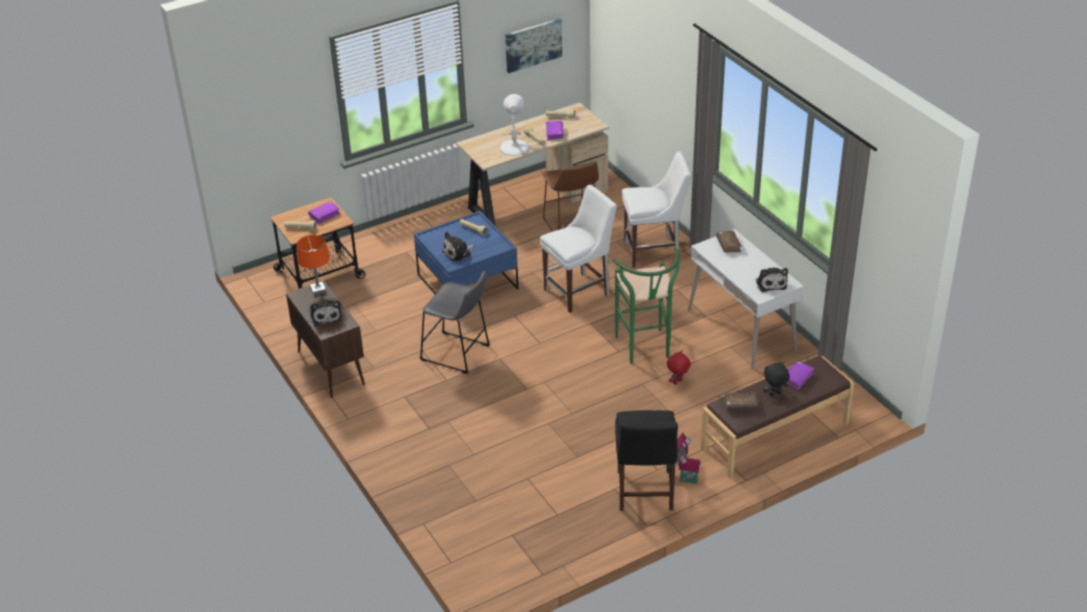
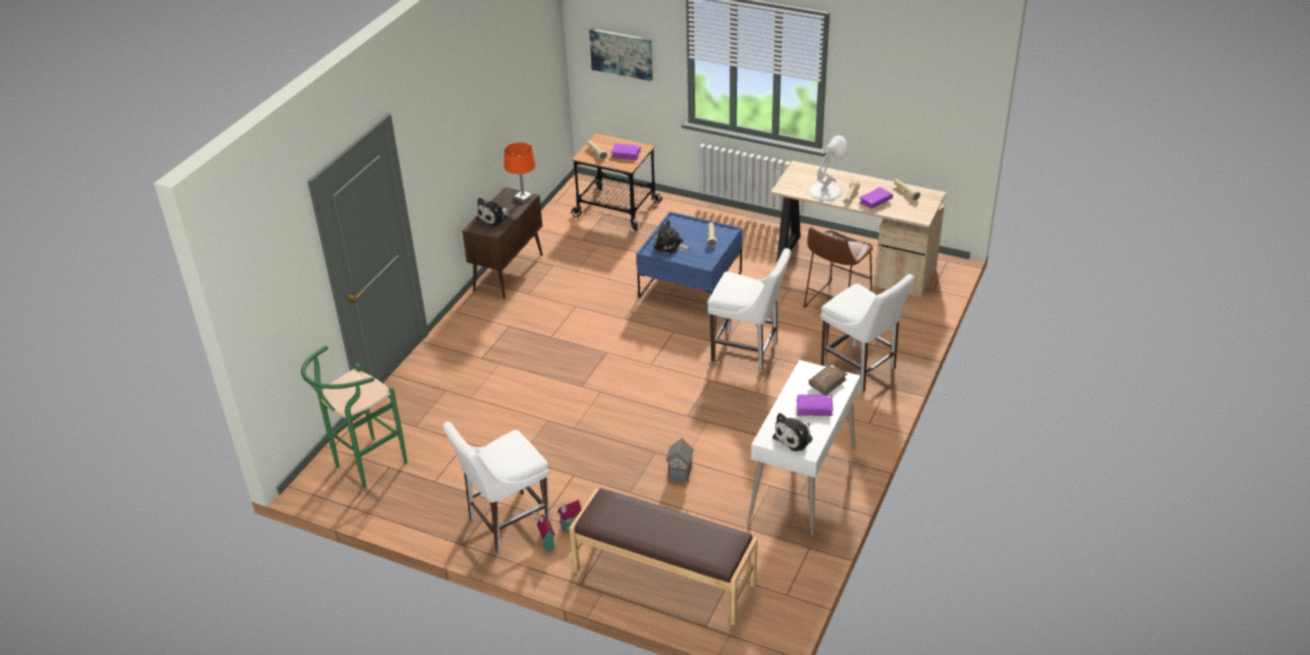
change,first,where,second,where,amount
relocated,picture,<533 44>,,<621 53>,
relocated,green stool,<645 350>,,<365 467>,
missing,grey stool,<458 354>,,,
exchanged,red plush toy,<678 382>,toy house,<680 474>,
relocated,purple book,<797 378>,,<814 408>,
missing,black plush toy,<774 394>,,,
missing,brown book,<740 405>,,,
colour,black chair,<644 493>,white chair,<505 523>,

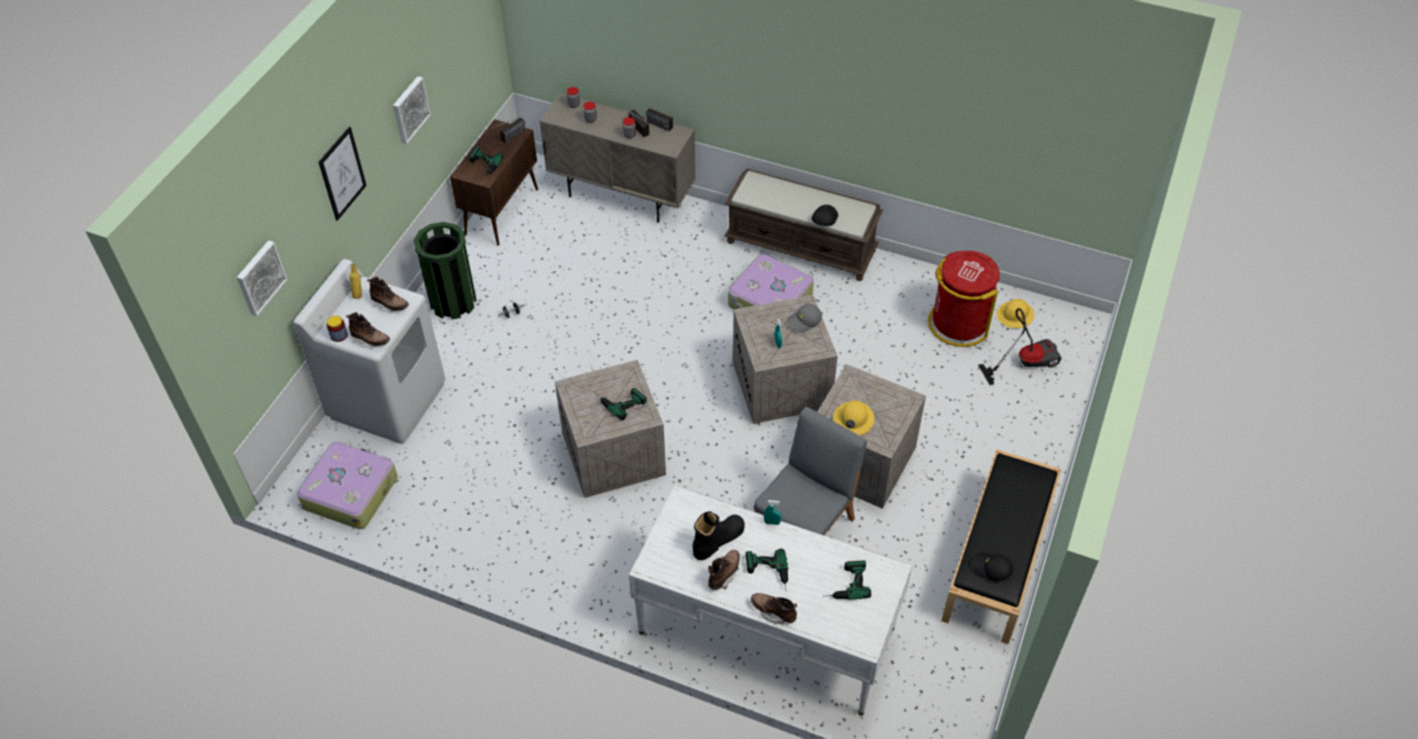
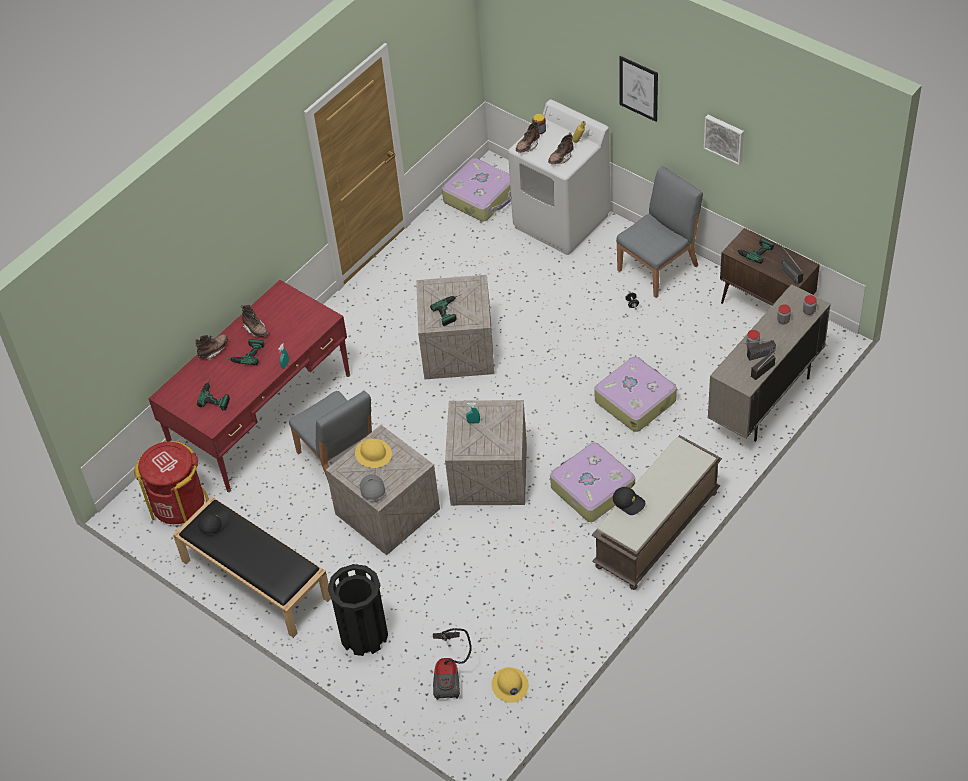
change,first,where,second,where,amount
exchanged,green trash can,<453 302>,grey chair,<659 267>,
missing,picture,<259 277>,,,
relocated,red trash can,<958 323>,,<179 505>,
relocated,grey cap,<804 322>,,<372 489>,
colour,white desk,<766 630>,red desk,<261 414>,
missing,black boot,<718 539>,,,
appeared,,,suitcase,<635 400>,
appeared,,,black trash can,<364 635>,

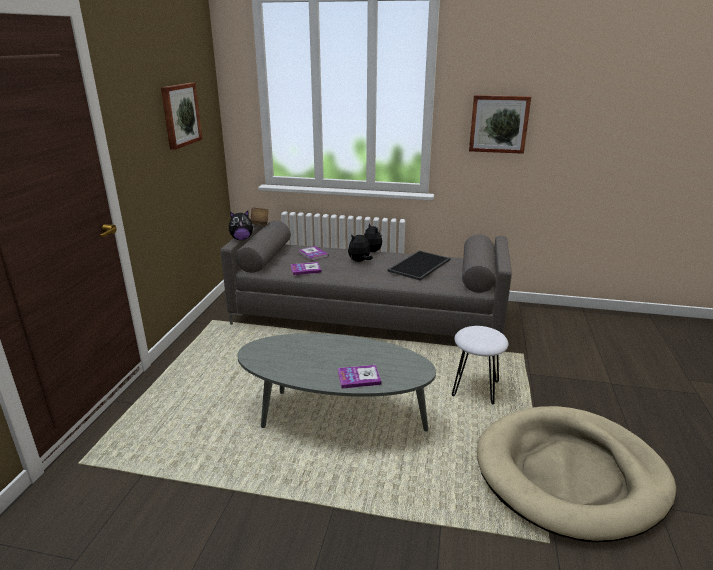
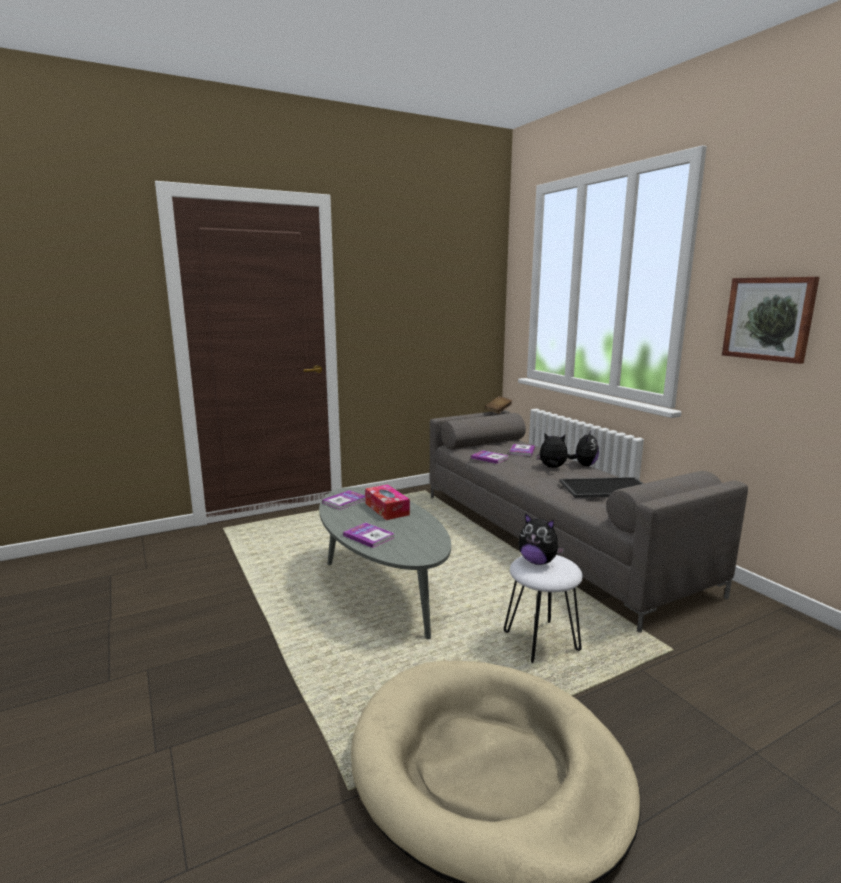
change,first,where,second,where,amount
missing,picture,<180 115>,,,
relocated,plush toy,<241 239>,,<538 561>,
appeared,,,tissue box,<387 509>,
appeared,,,book,<345 501>,

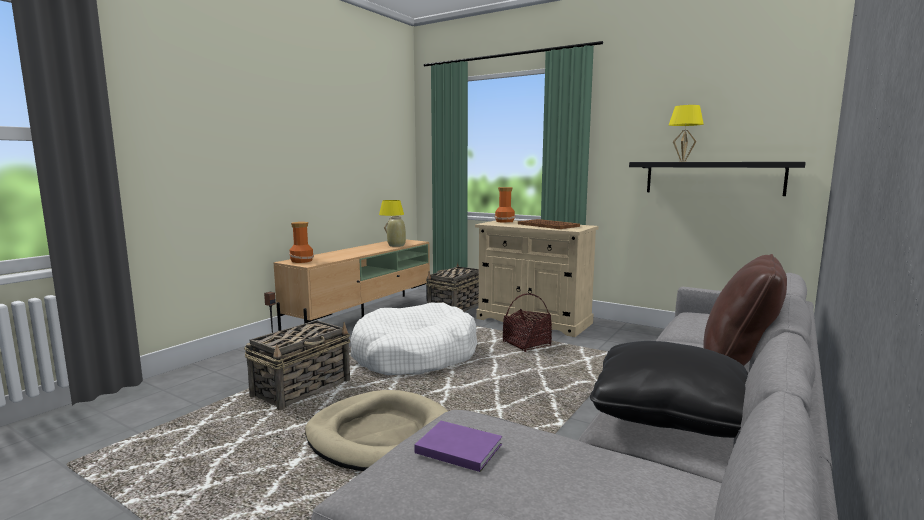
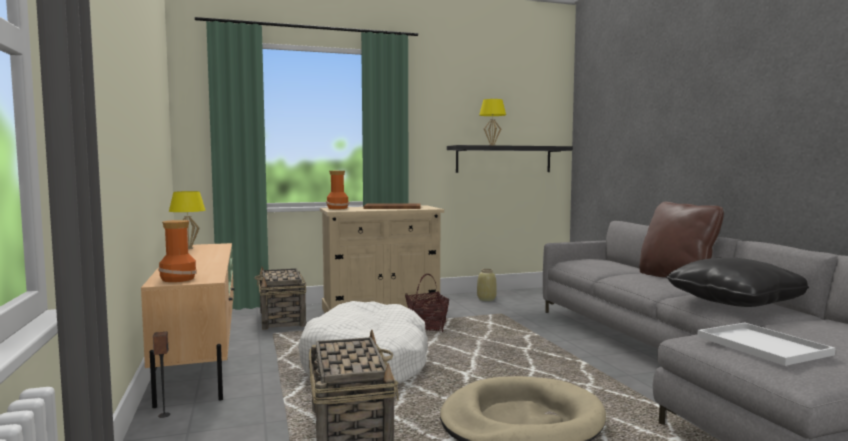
change,first,where,second,where,amount
relocated,beige vase,<396 245>,,<486 299>,
exchanged,purple book,<457 447>,white tray,<759 345>,

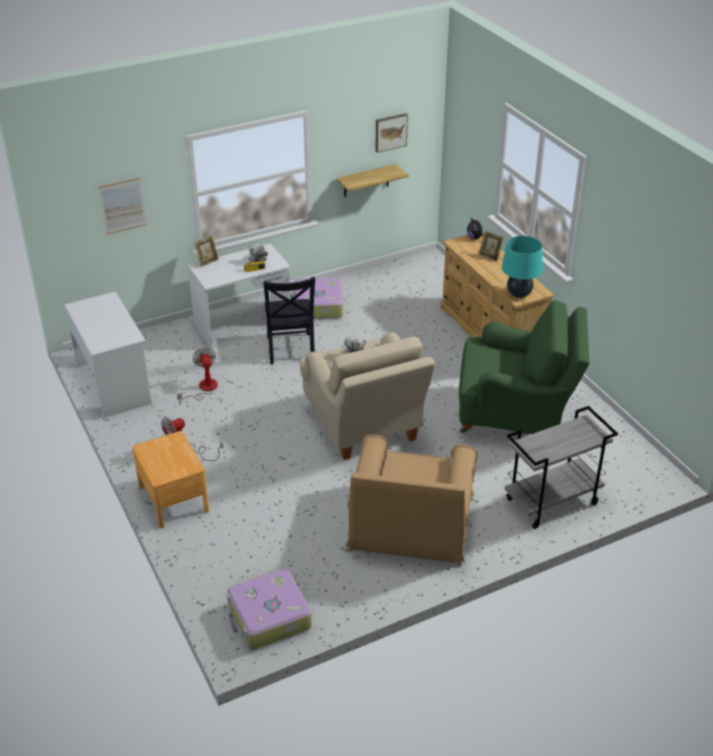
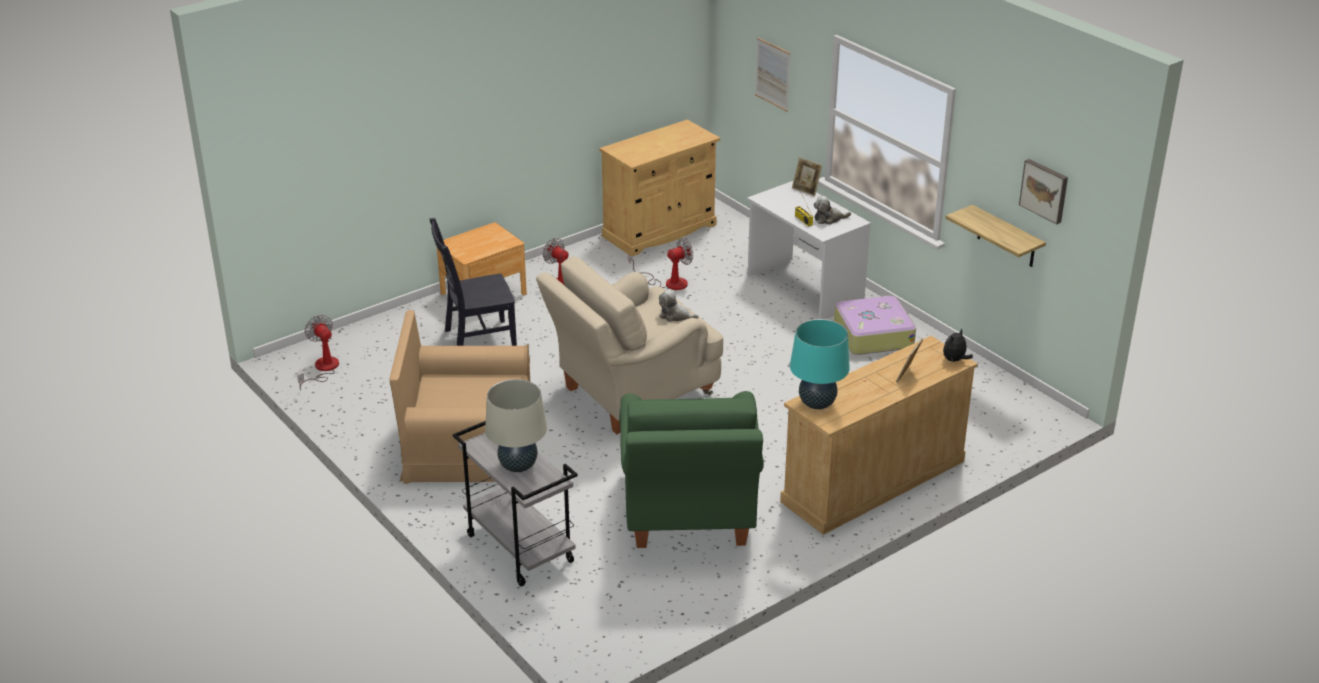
change,first,where,second,where,amount
relocated,black chair,<290 350>,,<476 339>,
exchanged,white desk,<114 384>,beige cabinet,<659 231>,
exchanged,suitcase,<269 617>,fan,<322 369>,
appeared,,,beige table lamp,<518 466>,

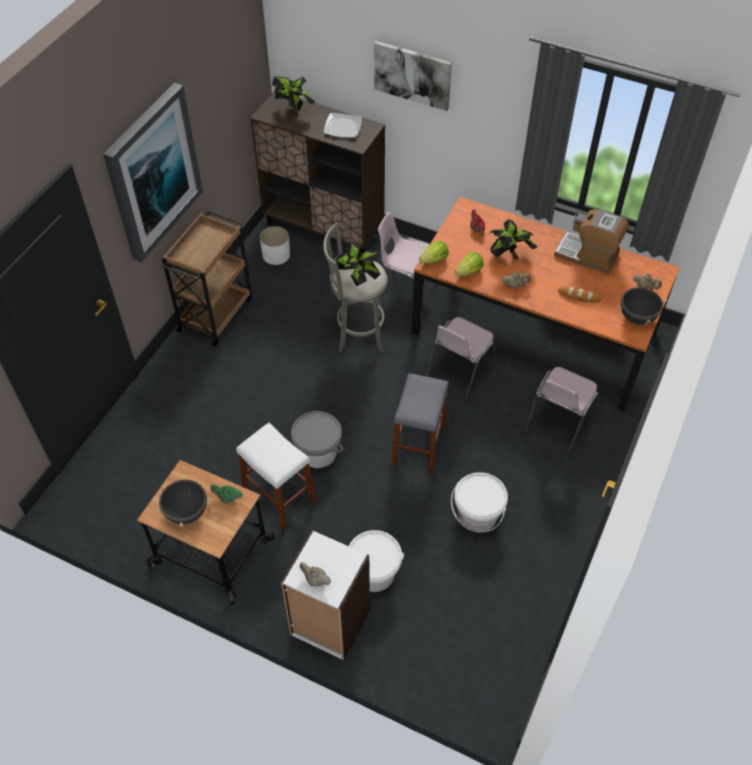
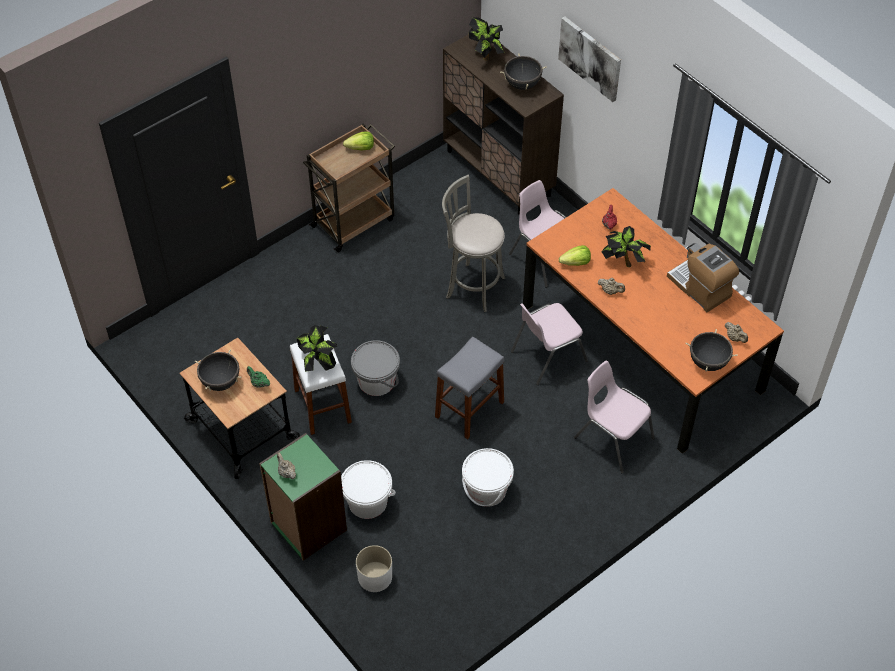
change,first,where,second,where,amount
missing,picture,<153 173>,,,
exchanged,plate,<342 127>,black cooking pot,<522 84>,
relocated,white planter,<276 255>,,<375 577>,
relocated,lettuce,<434 260>,,<360 148>,
relocated,potted plant,<358 279>,,<318 363>,
missing,bread,<579 296>,,,
spun,pink chair,<558 421>,,<612 438>,75 degrees clockwise
colour,white bookcase,<329 623>,green bookcase,<307 526>,

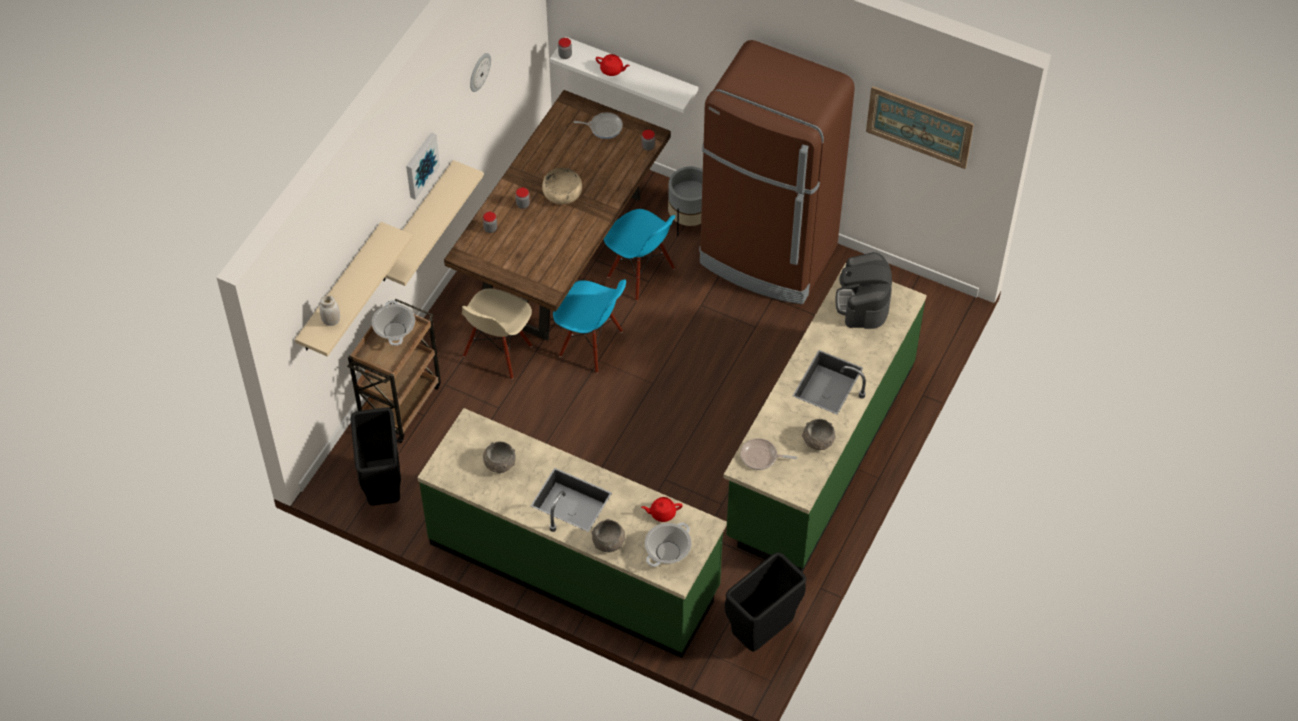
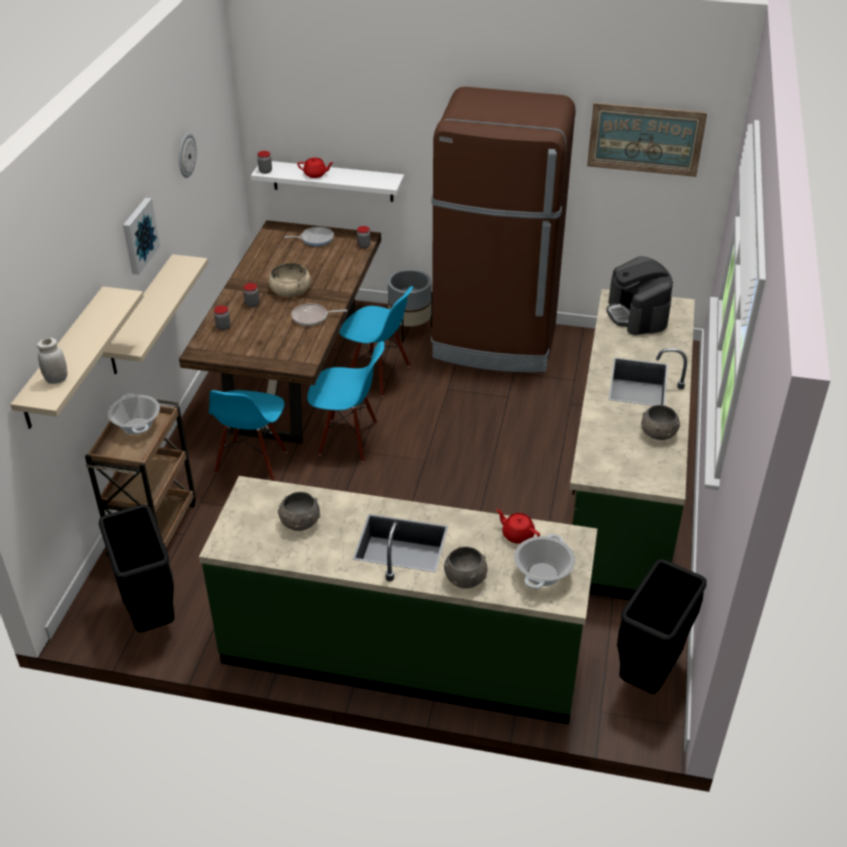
change,first,where,second,where,amount
colour,beige chair,<498 352>,blue chair,<252 463>,
relocated,frying pan,<761 457>,,<312 317>,
spun,red teapot,<662 513>,,<517 534>,60 degrees clockwise

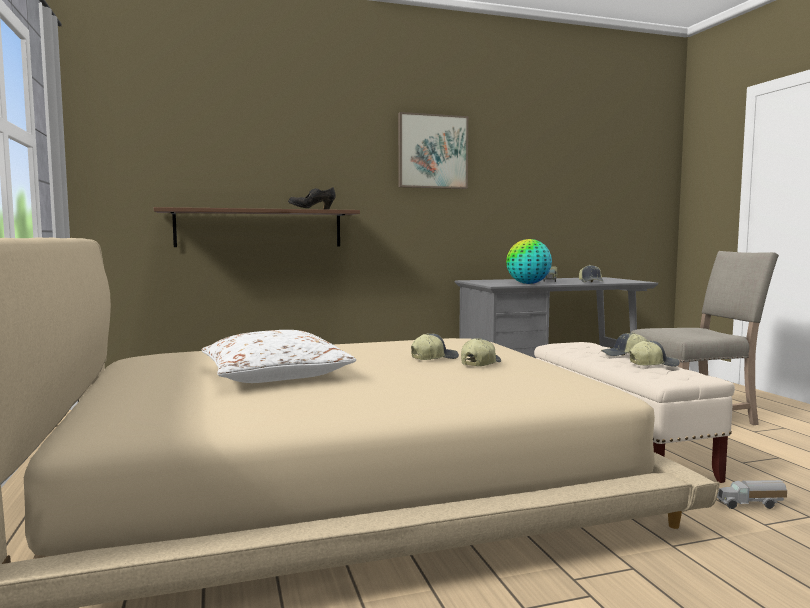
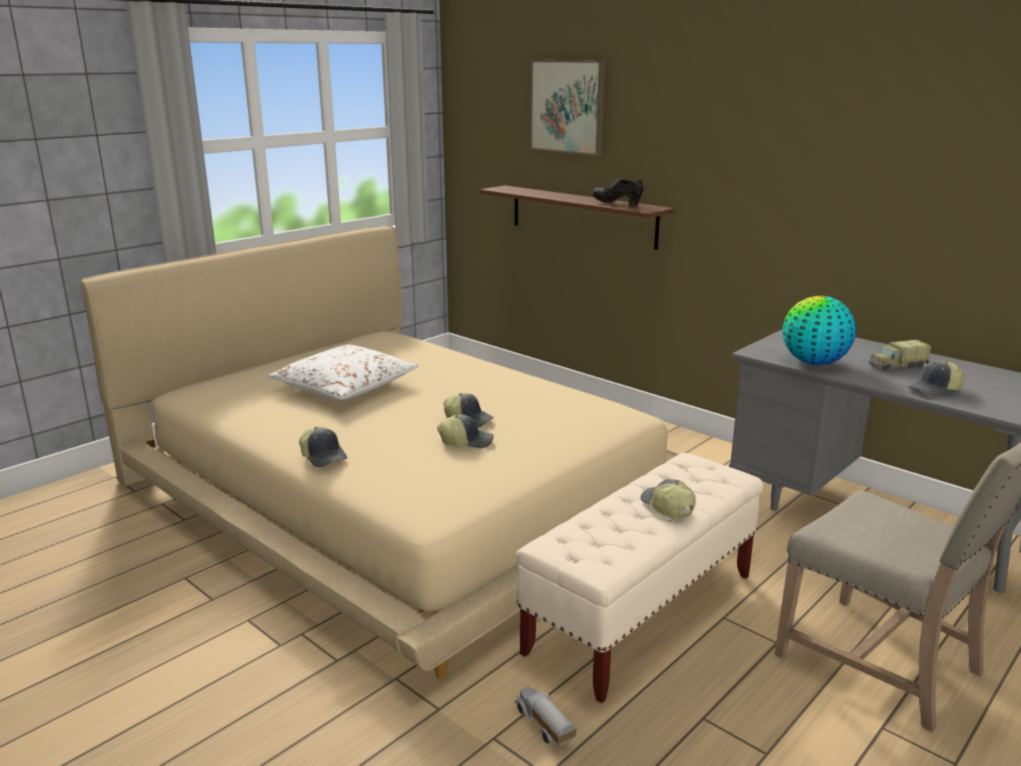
change,first,where,second,where,amount
relocated,picture,<432 151>,,<567 107>,
relocated,cap,<653 364>,,<324 456>,

